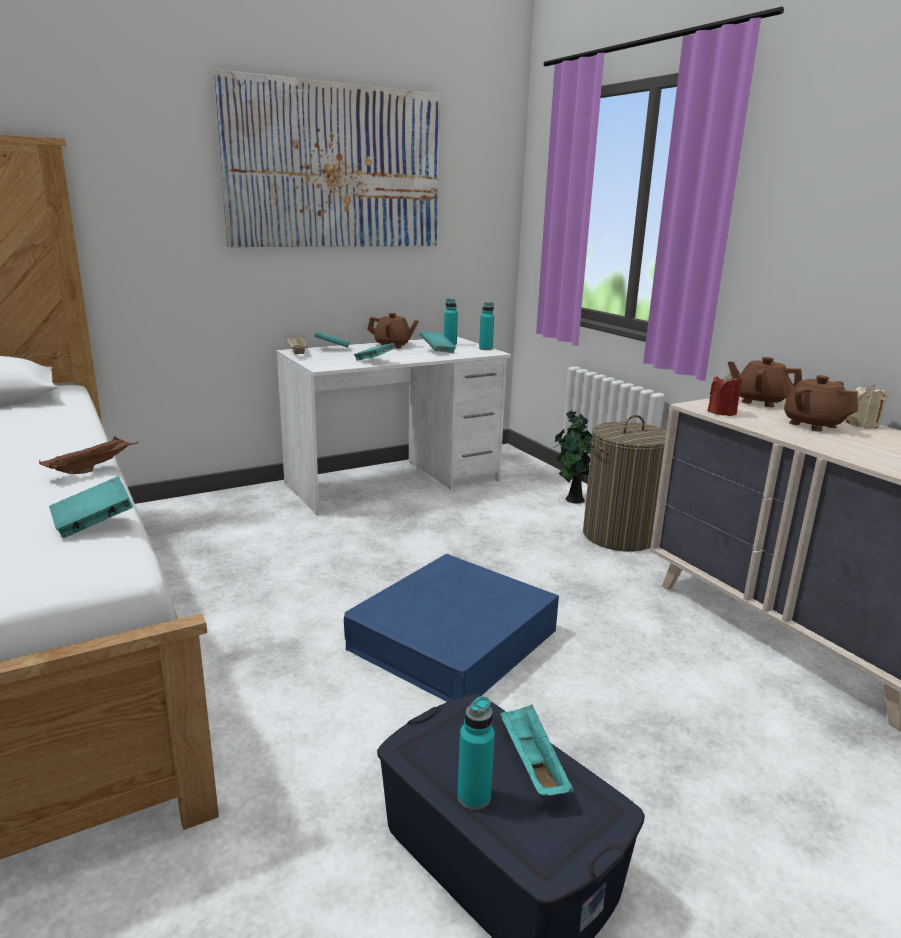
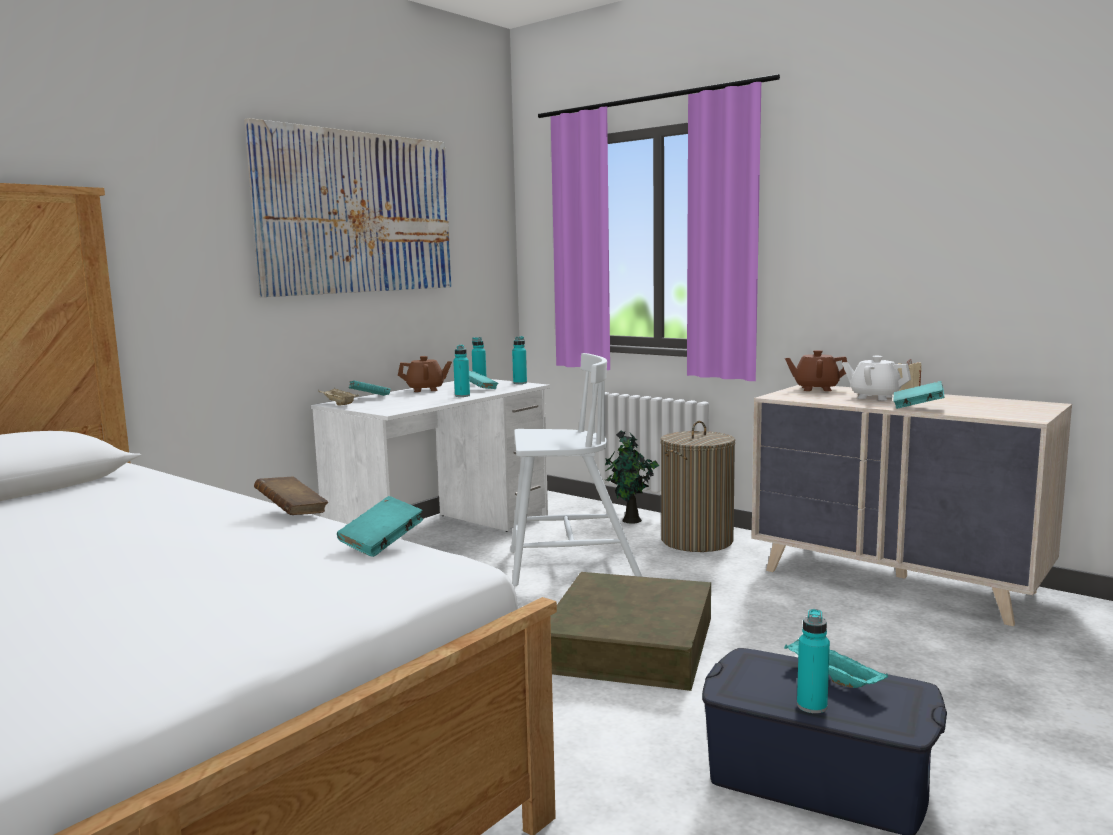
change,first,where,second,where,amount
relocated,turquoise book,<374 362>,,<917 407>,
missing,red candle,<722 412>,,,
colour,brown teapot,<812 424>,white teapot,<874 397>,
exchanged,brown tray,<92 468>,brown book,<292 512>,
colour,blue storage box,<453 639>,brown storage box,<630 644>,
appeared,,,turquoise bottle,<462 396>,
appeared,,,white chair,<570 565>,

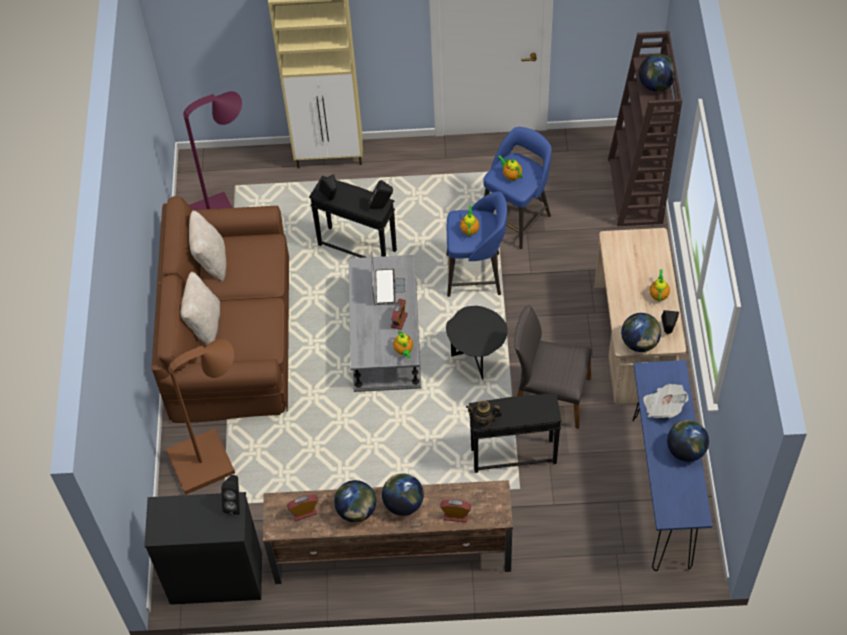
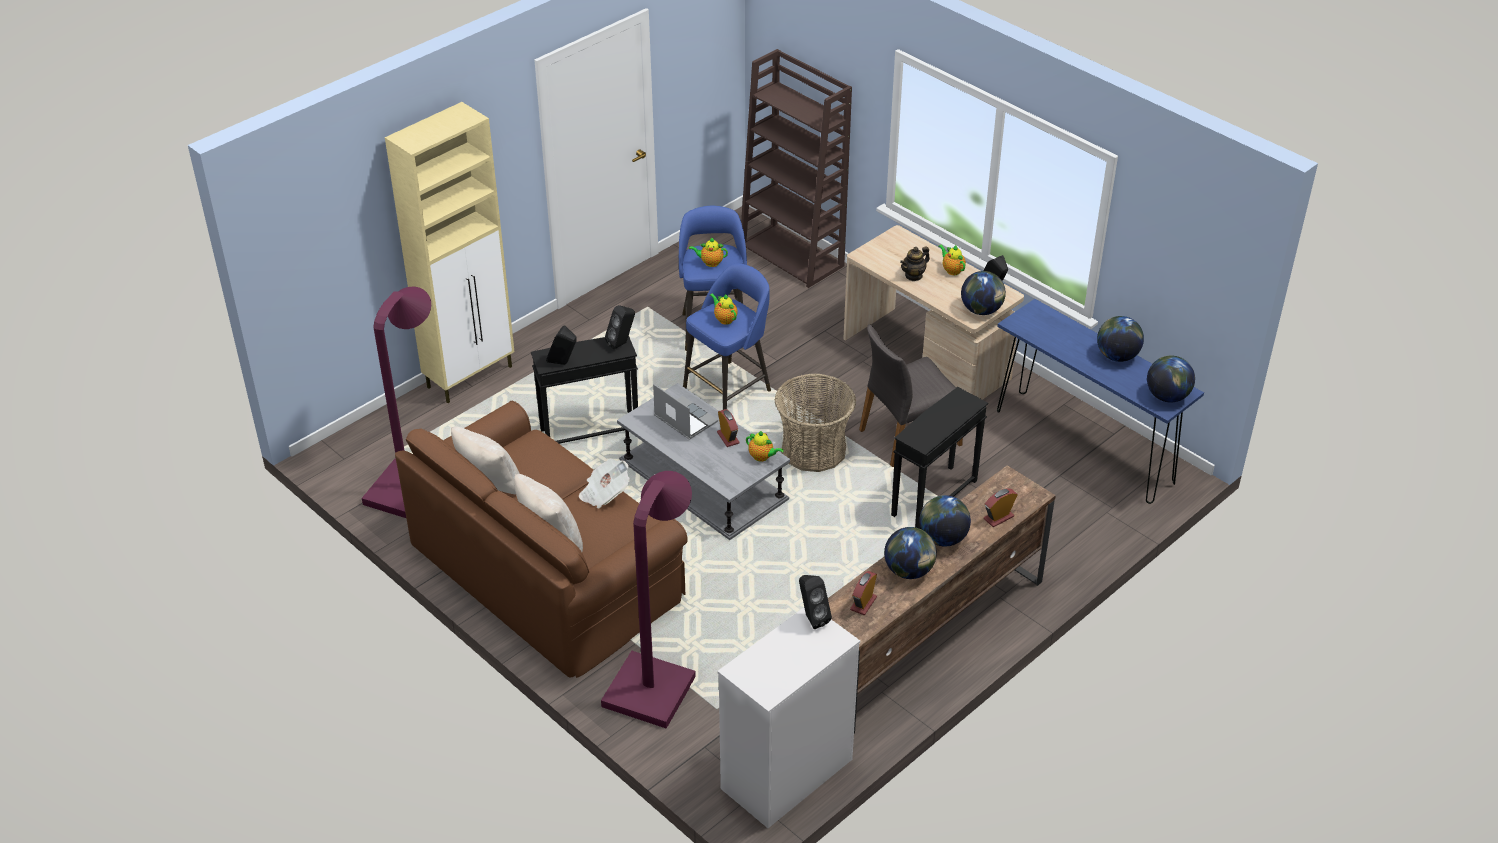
change,first,where,second,where,amount
relocated,globe,<656 85>,,<1167 396>,
exchanged,black side table,<477 362>,basket,<813 450>,
colour,brown floor lamp,<211 458>,purple floor lamp,<655 681>,
relocated,newspaper,<663 406>,,<604 493>,
relocated,teapot,<483 419>,,<914 275>,
colour,black dresser,<215 579>,white dresser,<786 775>,

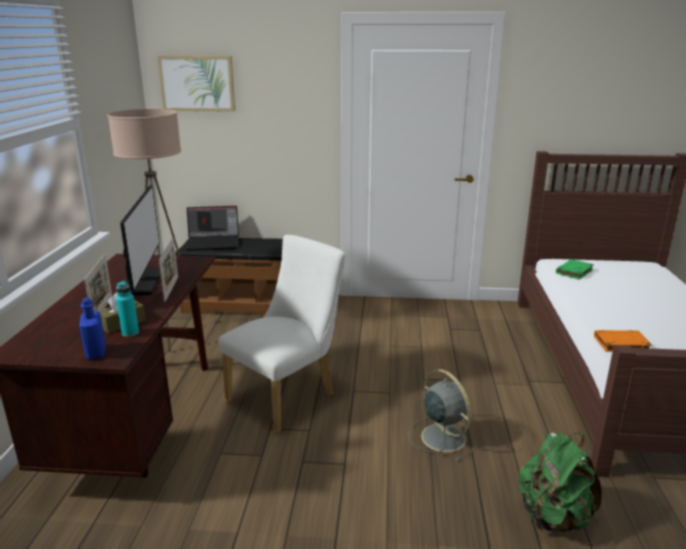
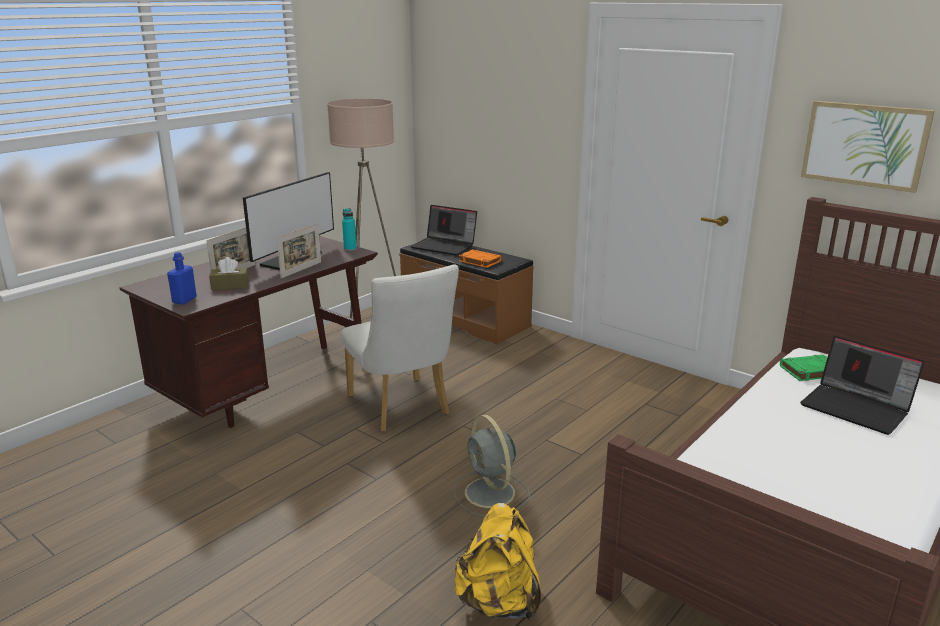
change,first,where,second,where,amount
relocated,picture,<197 83>,,<864 145>,
spun,white chair,<287 395>,,<402 408>,75 degrees clockwise
relocated,turquoise bottle,<130 333>,,<350 249>,
relocated,orange book,<620 344>,,<479 261>,
spun,grey fan,<442 436>,,<491 494>,150 degrees clockwise
colour,green backpack,<553 517>,yellow backpack,<499 602>,
appeared,,,laptop,<857 408>,

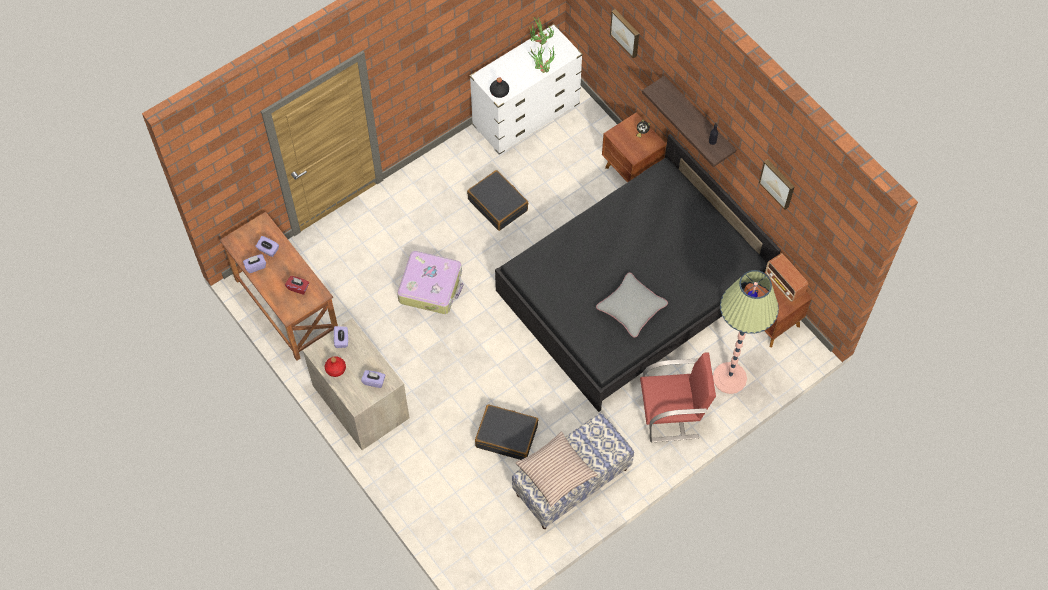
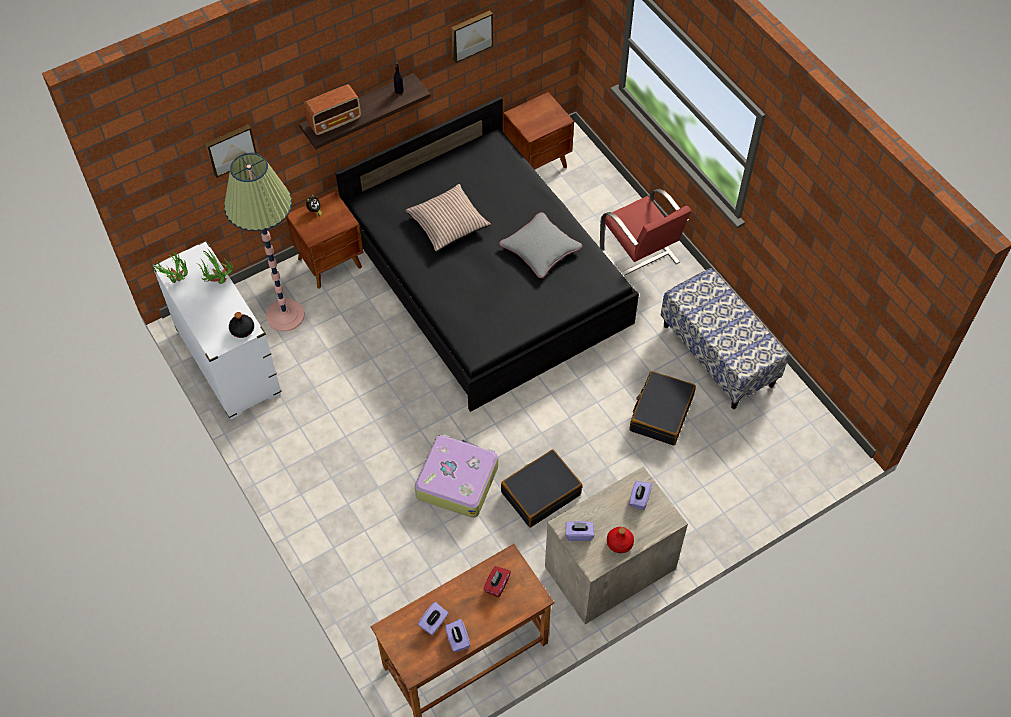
change,first,where,second,where,amount
relocated,black suitcase,<498 205>,,<540 493>,
relocated,radio,<784 284>,,<335 121>,
relocated,floor lamp,<729 378>,,<285 315>,
spun,red chair,<672 414>,,<640 258>,150 degrees clockwise
relocated,pillow,<556 472>,,<448 223>,

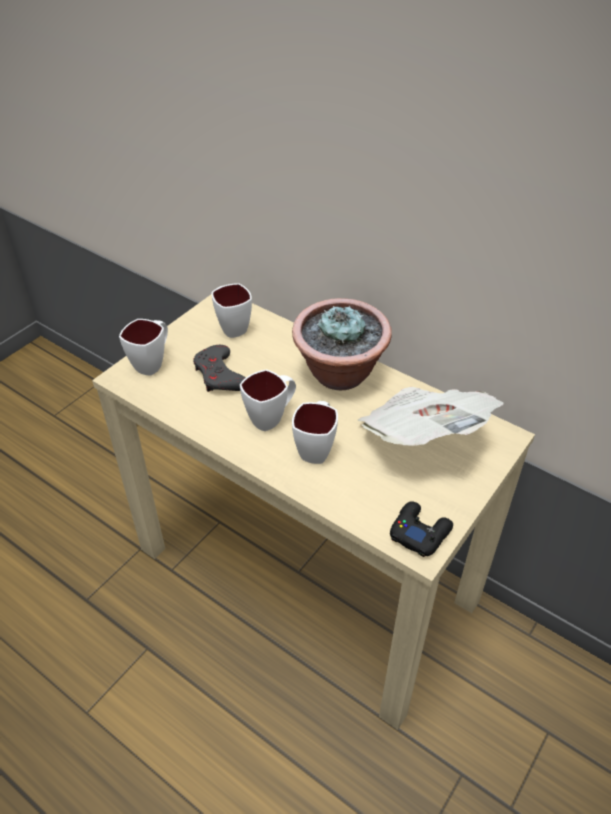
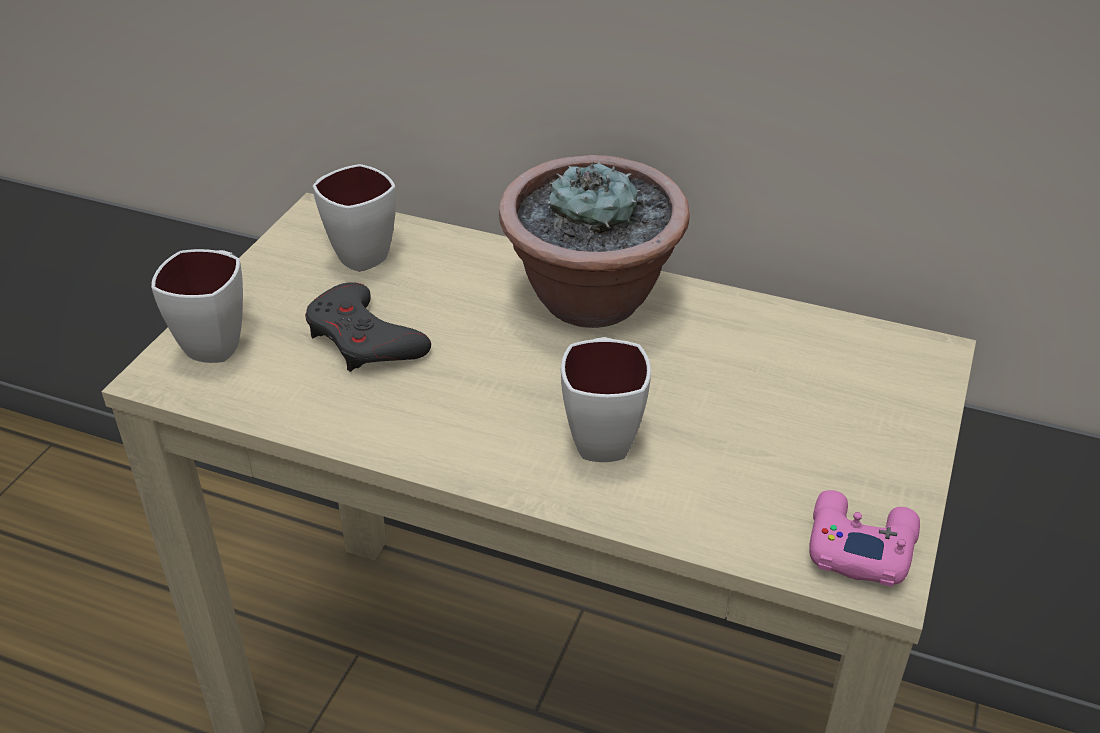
change,first,where,second,where,amount
missing,white mug,<271 417>,,,
missing,newspaper,<422 436>,,,
colour,black game controller,<419 532>,pink game controller,<859 545>,

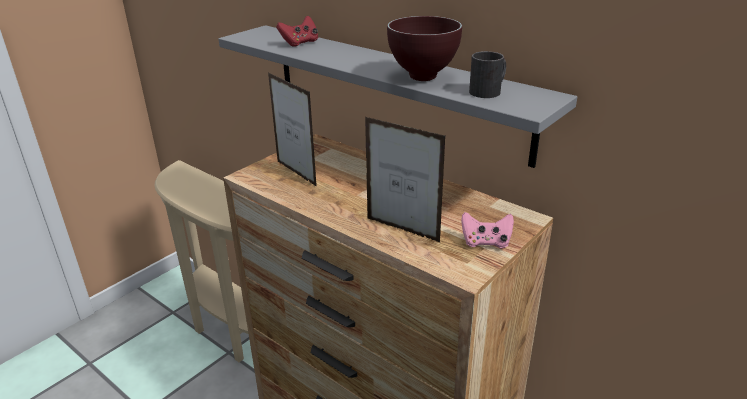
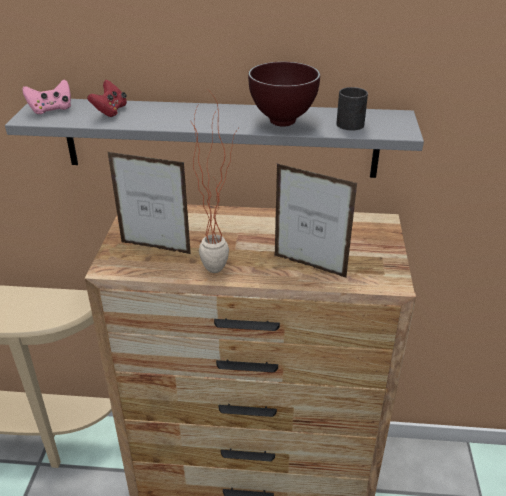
change,first,where,second,where,amount
spun,picture frame,<402 230>,,<309 266>,150 degrees counterclockwise
relocated,pink game controller,<486 242>,,<51 109>,
appeared,,,potted plant,<220 264>,

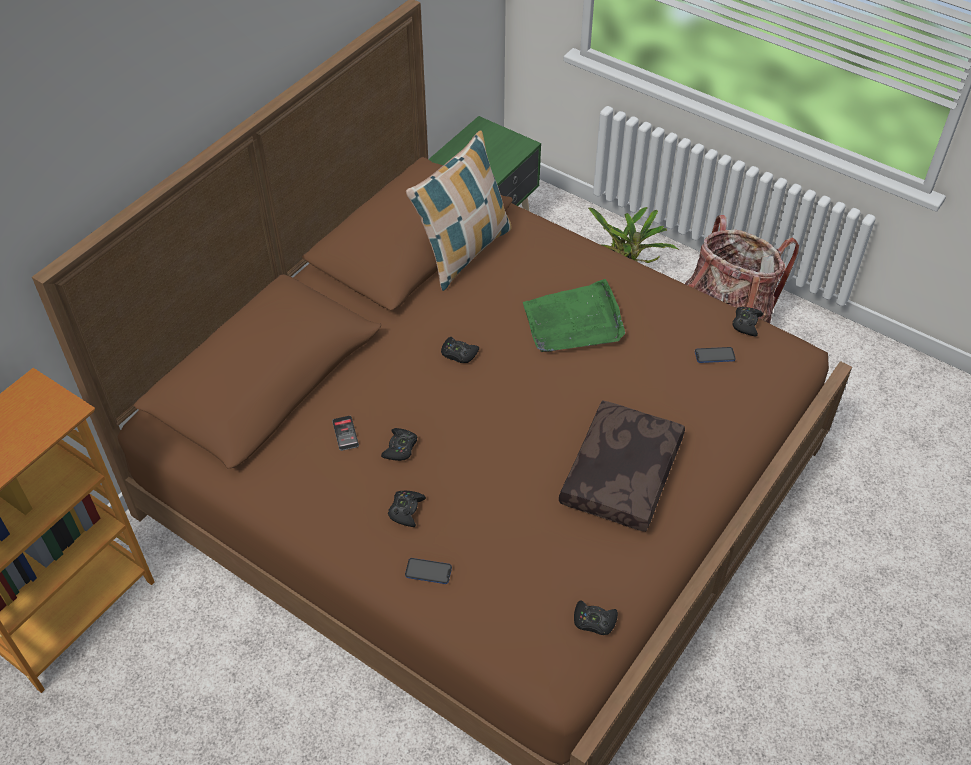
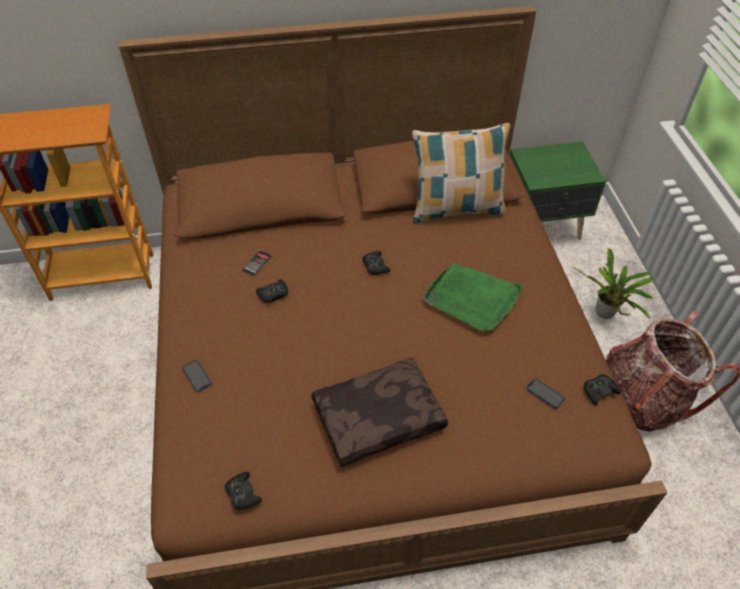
change,first,where,second,where,amount
missing,black game controller,<406 510>,,,

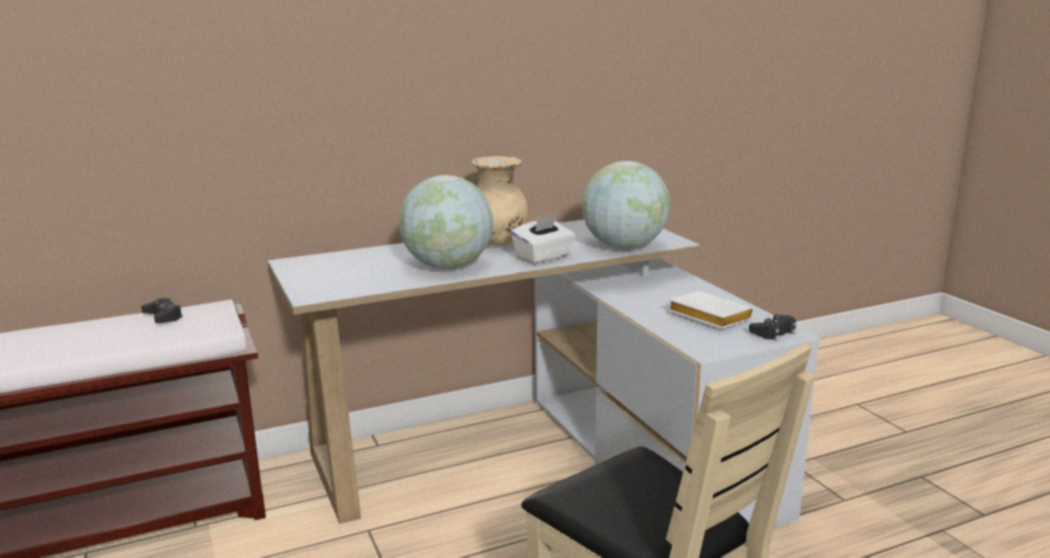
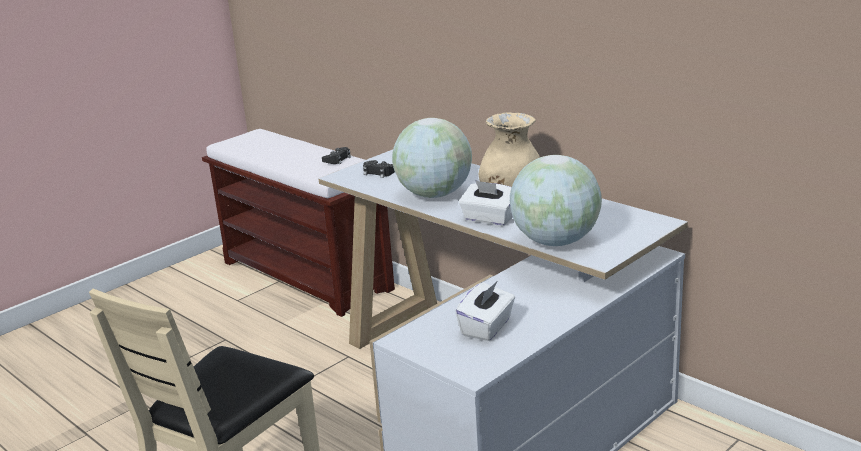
change,first,where,second,where,amount
exchanged,white book,<706 316>,white tissue box,<487 327>,
relocated,black game controller,<773 332>,,<379 172>,

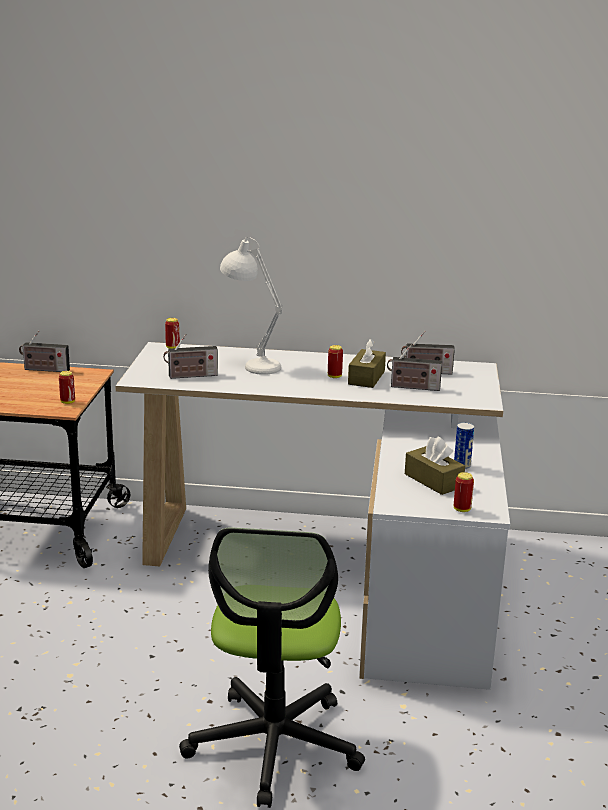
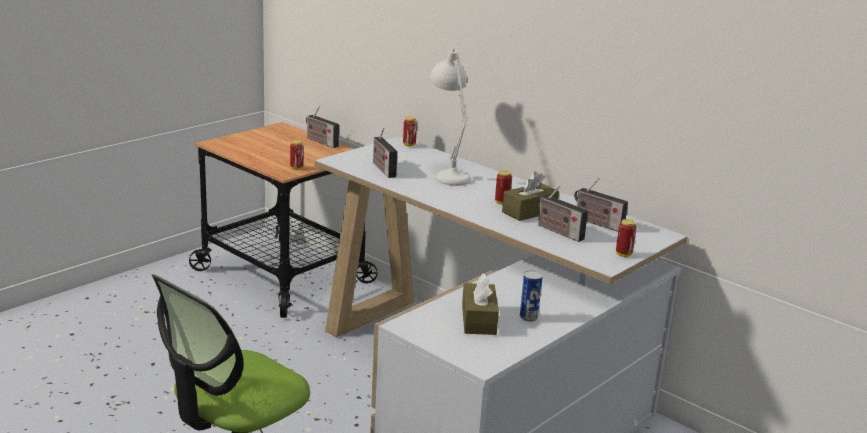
change,first,where,second,where,amount
spun,radio,<190 376>,,<382 169>,45 degrees clockwise
relocated,can,<462 509>,,<623 254>,

